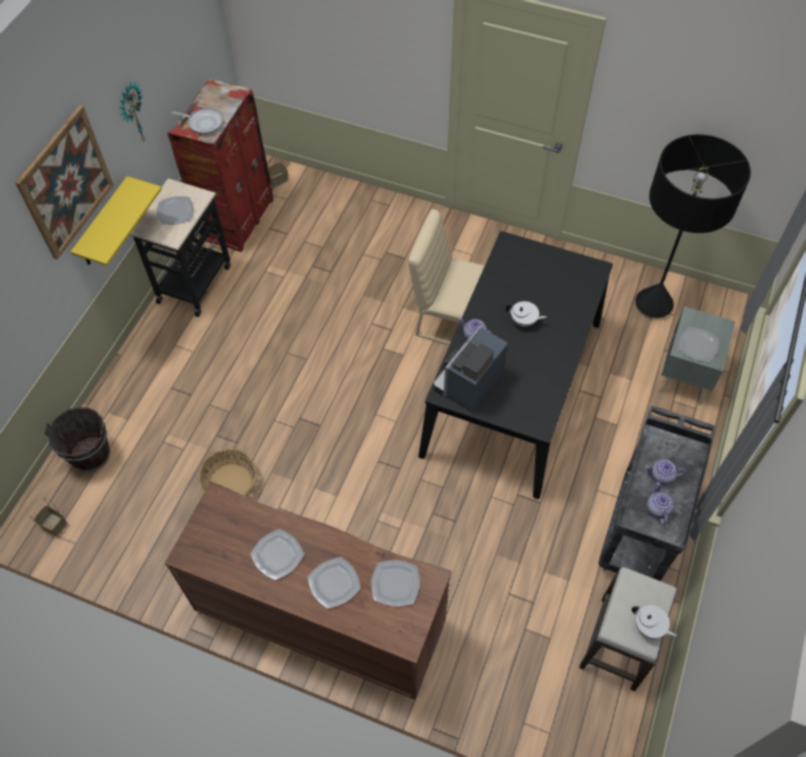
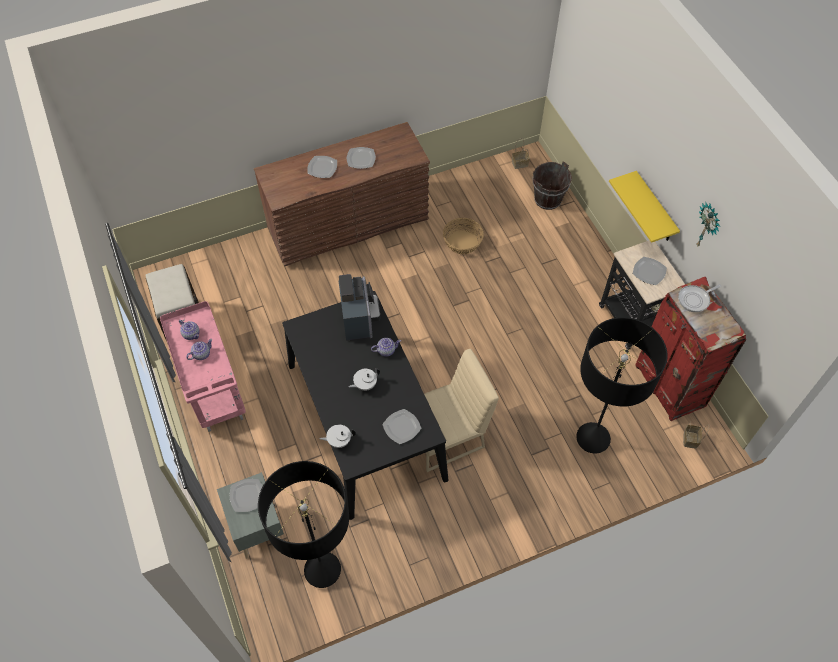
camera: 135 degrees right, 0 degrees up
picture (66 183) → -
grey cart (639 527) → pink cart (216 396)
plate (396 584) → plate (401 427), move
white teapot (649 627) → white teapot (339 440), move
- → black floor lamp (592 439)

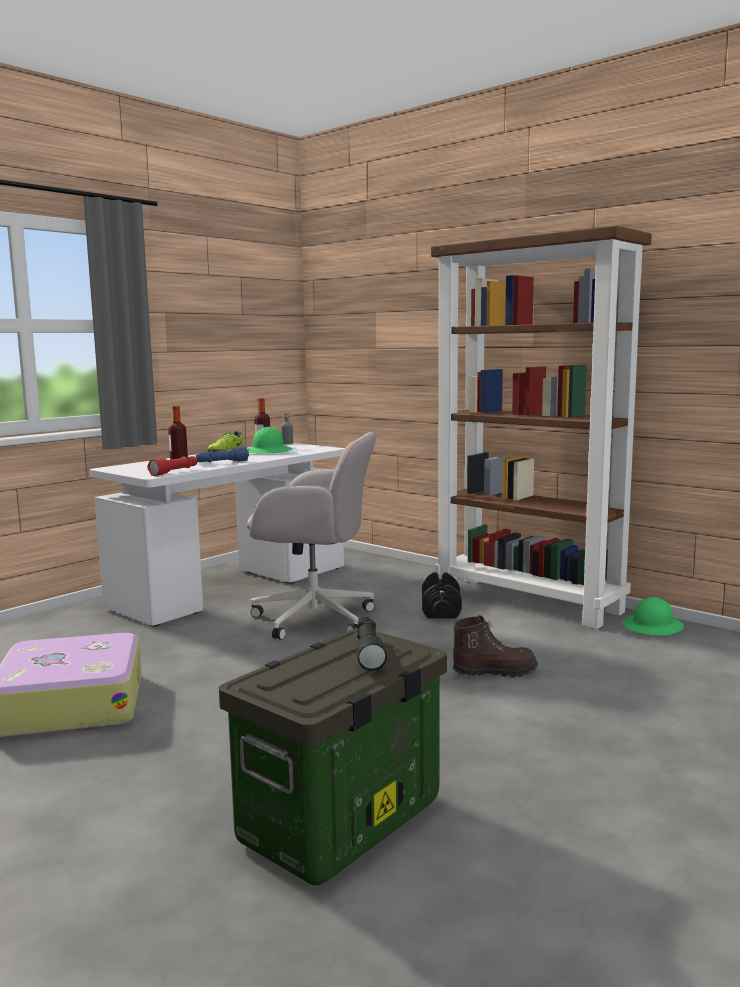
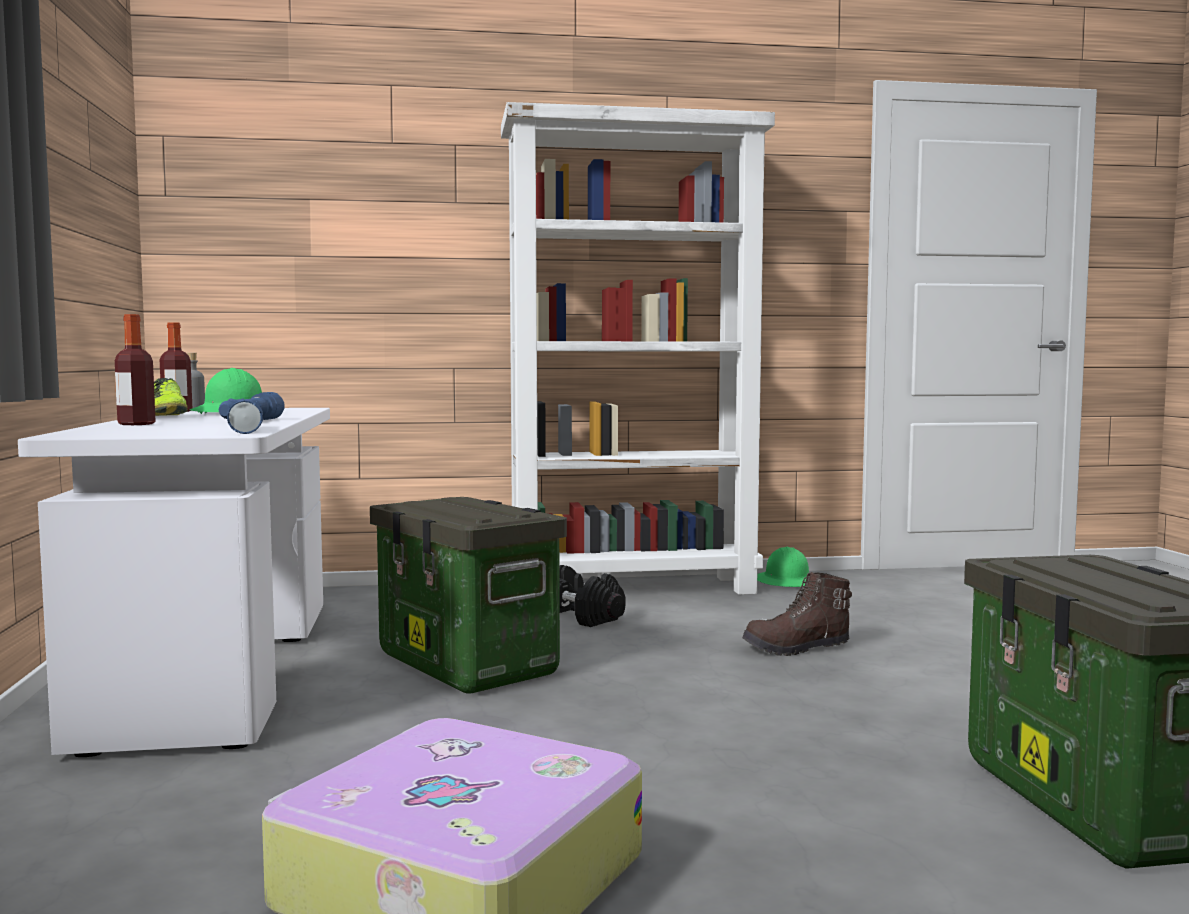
camera: 50 degrees left, 5 degrees down
brown bookcase (529 601) → white bookcase (633 588)
grey office chair (315 619) → storage box (469 664)
red flashlight (175 472) → blue flashlight (248 430)
brown boot (494 672) → brown boot (797 648), 135 degrees counterclockwise
black flashlight (368 652) → -

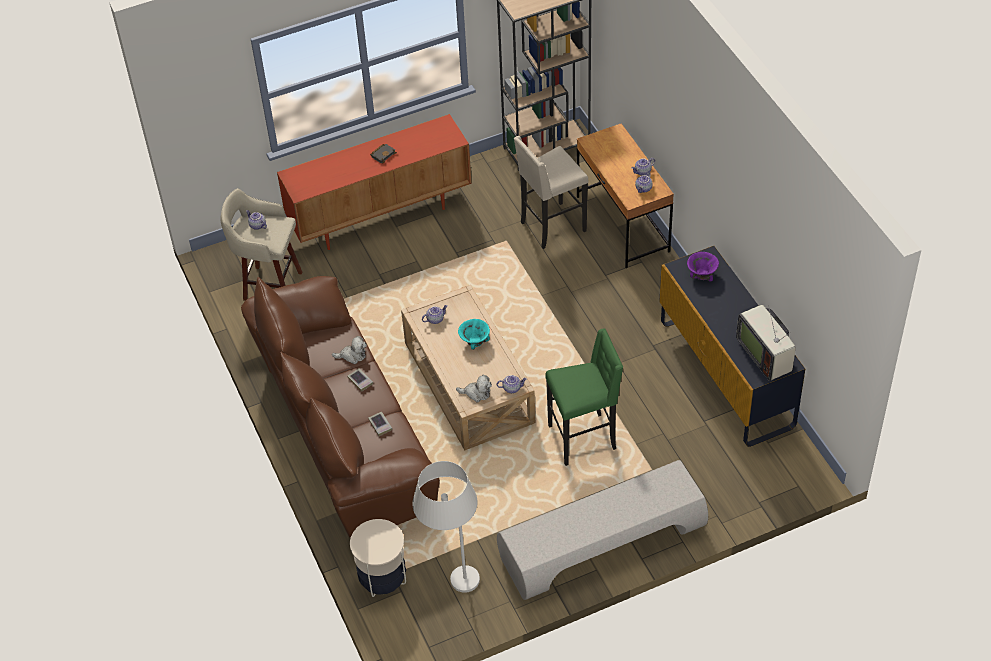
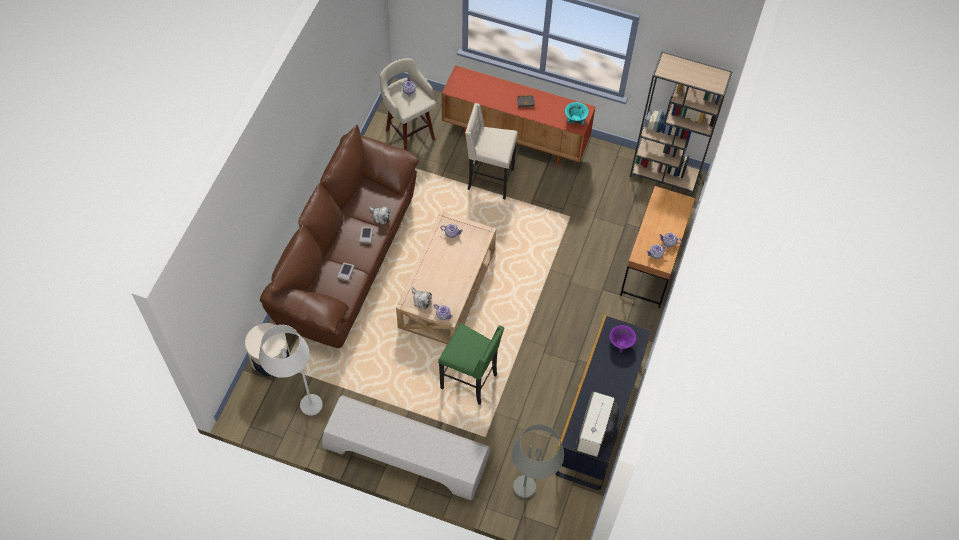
camera: 40 degrees right, 10 degrees up
beige stool (551 227) → beige stool (489 180), move
turquoise bowl (475 341) → turquoise bowl (575 119), move
- → grey floor lamp (530 498)

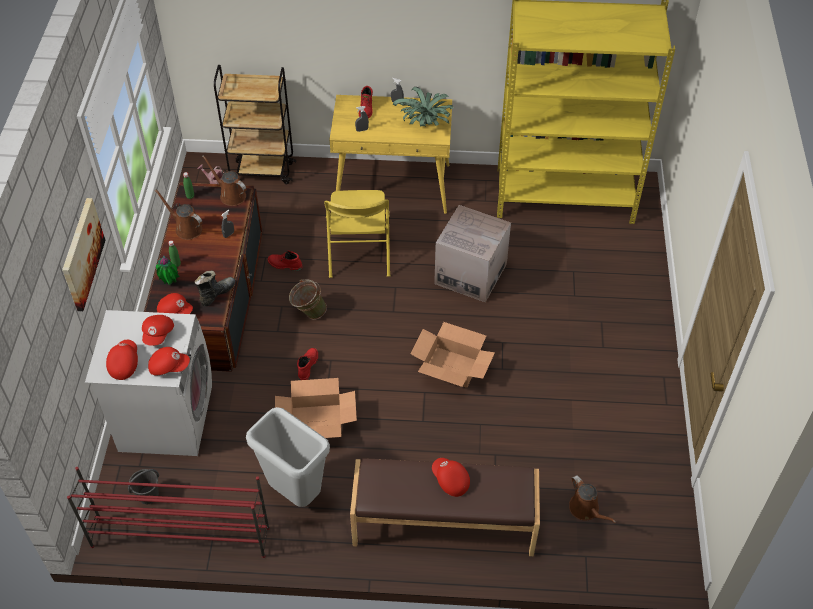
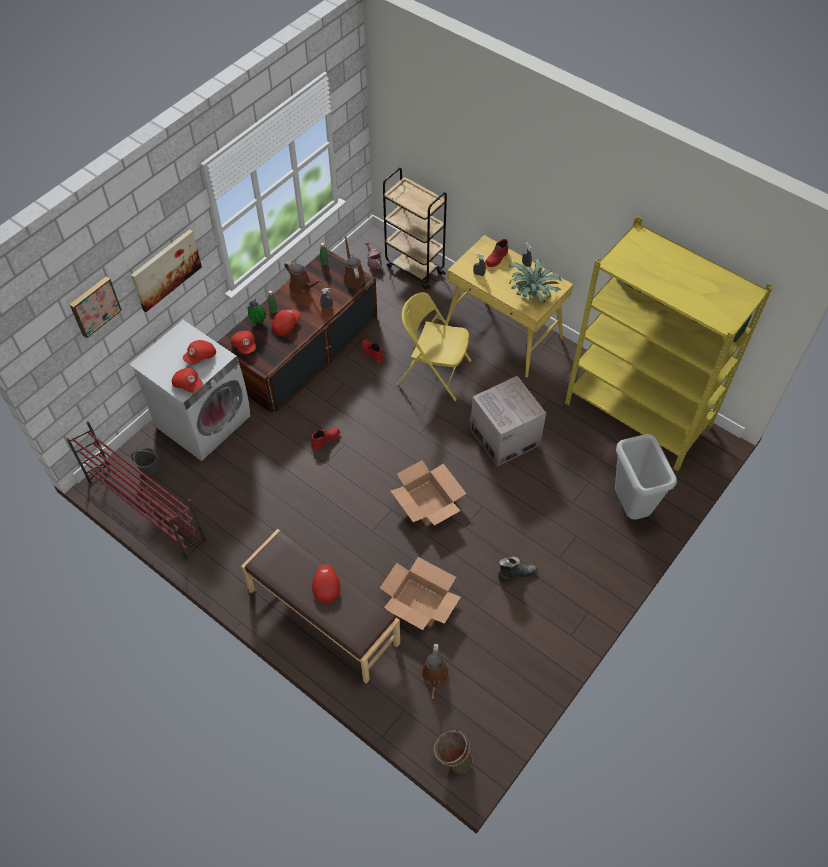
camera: 35 degrees right, 5 degrees up
brown watering can (186 228) → brown watering can (302 287), 150 degrees clockwise
yellow chair (359 252) → yellow chair (434 372), 75 degrees clockwise
black boot (217 294) → black boot (516 573), move
green bucket (308 313) → green bucket (452 758), move
red cap (124 363) → red cap (286 325), move
cardboard box (316 421) → cardboard box (420 601), move
grey trash can (294 494) → grey trash can (629 506), move
- → picture (94 306)

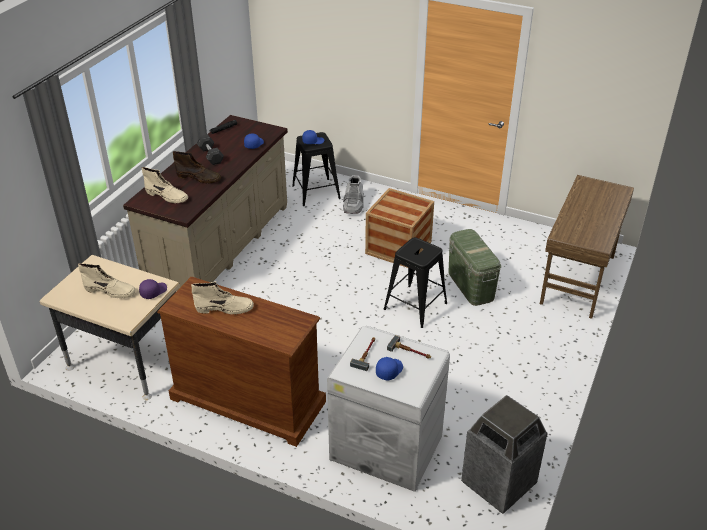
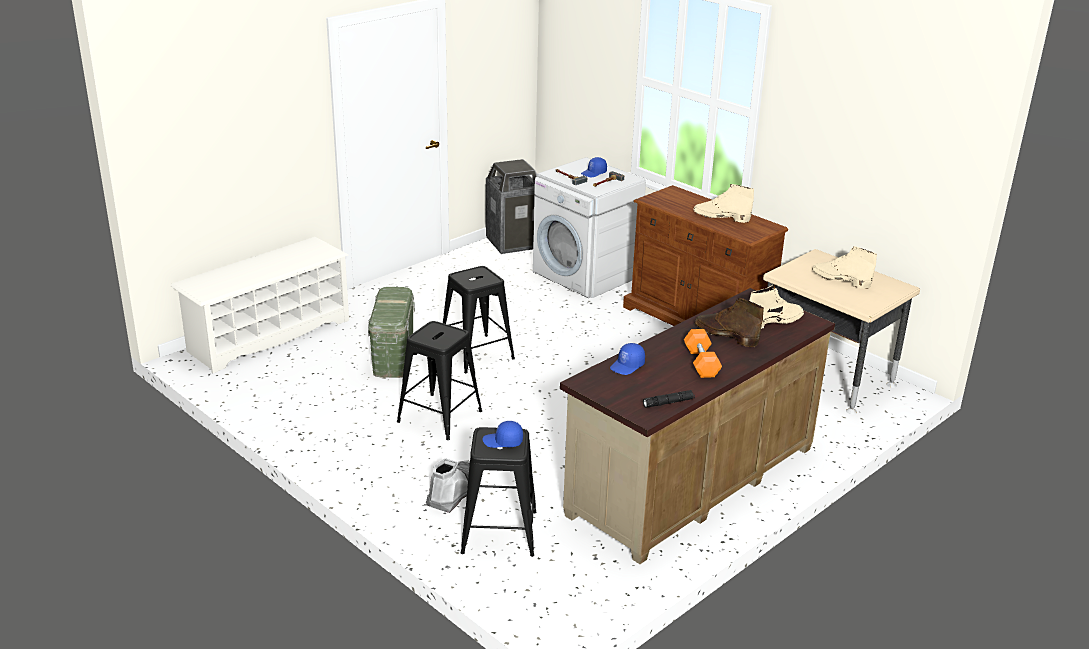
camera: 160 degrees left, 10 degrees down
grey dumbbell (210 155) → orange dumbbell (701 362)
beige boot (167 196) → beige boot (773 321), 105 degrees clockwise
brown console table (578 280) → white shoe rack (269 335)
crate (398 247) → black stool (439 416)
purple cap (153 291) → -

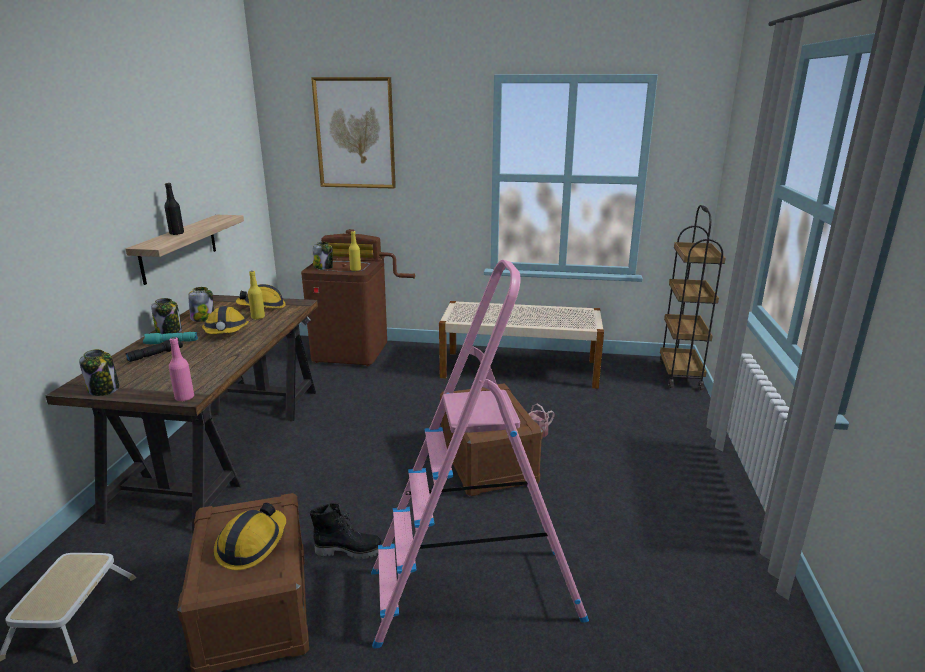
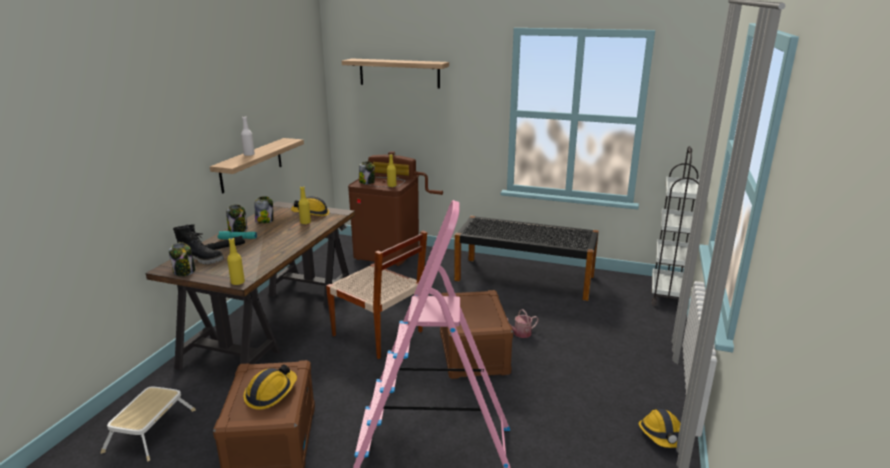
camera: 10 degrees right, 0 degrees up
picture (355 133) → shelf (399 73)
black bottle (176 233) → white bottle (249 154)
brown cart (680 375) → white cart (667 295)
beige bench (520 369) → black bench (524 278)
hard hat (226 331) → hard hat (662 435), move
pink bottle (184 398) → yellow bottle (237 282)
black boot (350 550) → black boot (202 260), move
- → chair (379 335)

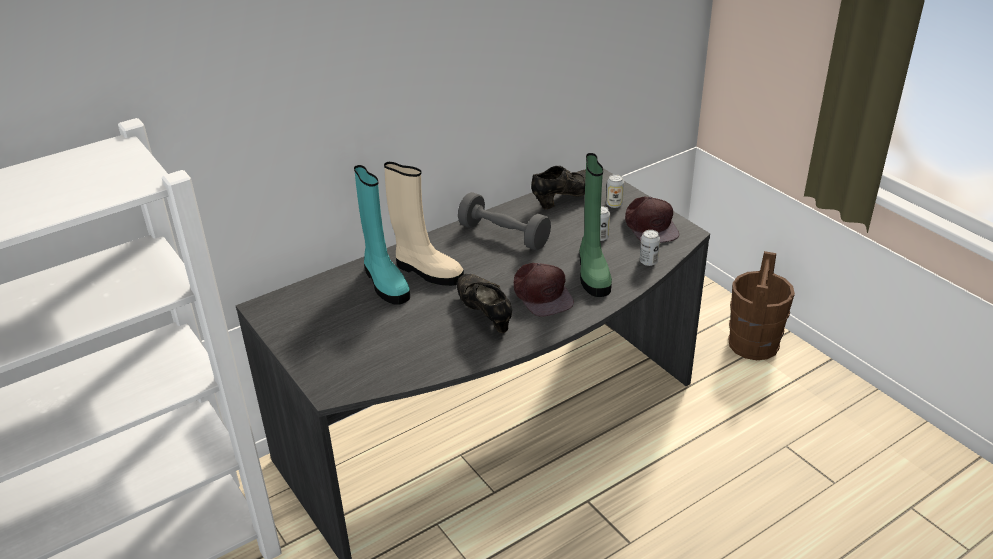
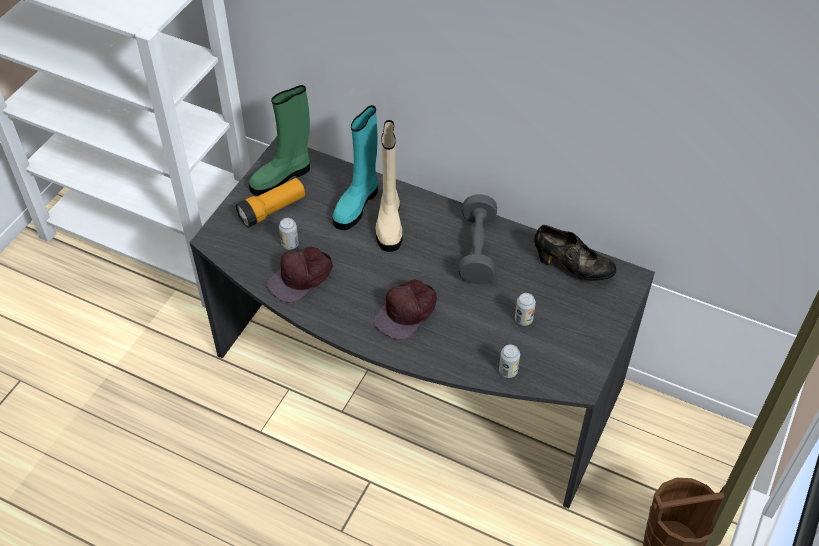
camera: 60 degrees right, 15 degrees up
green boot (592 273) → green boot (282 177), move
can (614 204) → can (290 244), move
brown cap (650 226) → brown cap (301 277), move
black shoe (485 314) → -
- → flashlight (272 210)

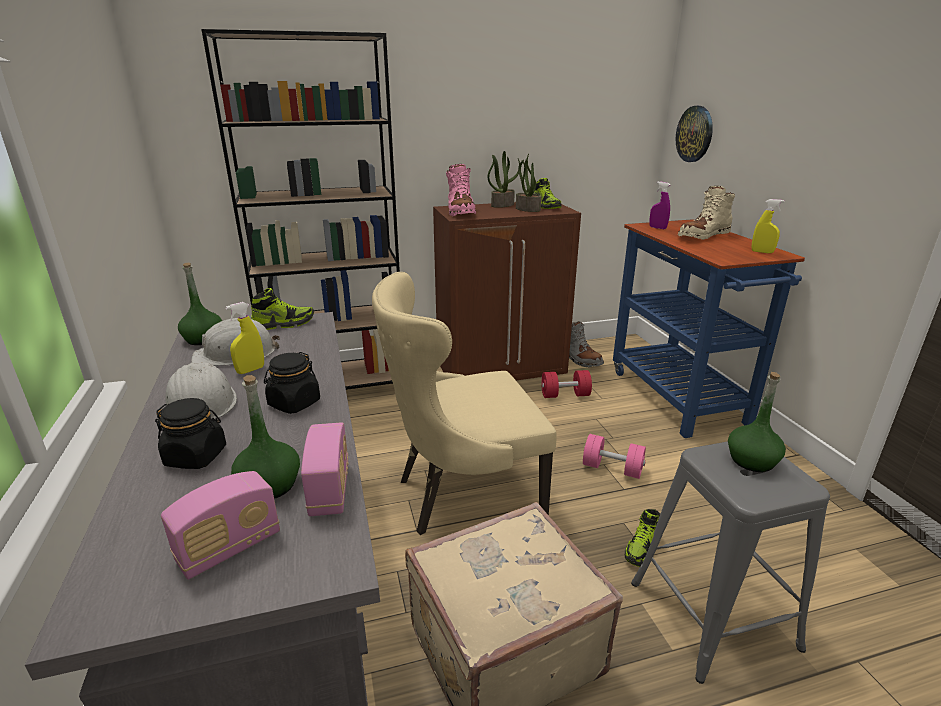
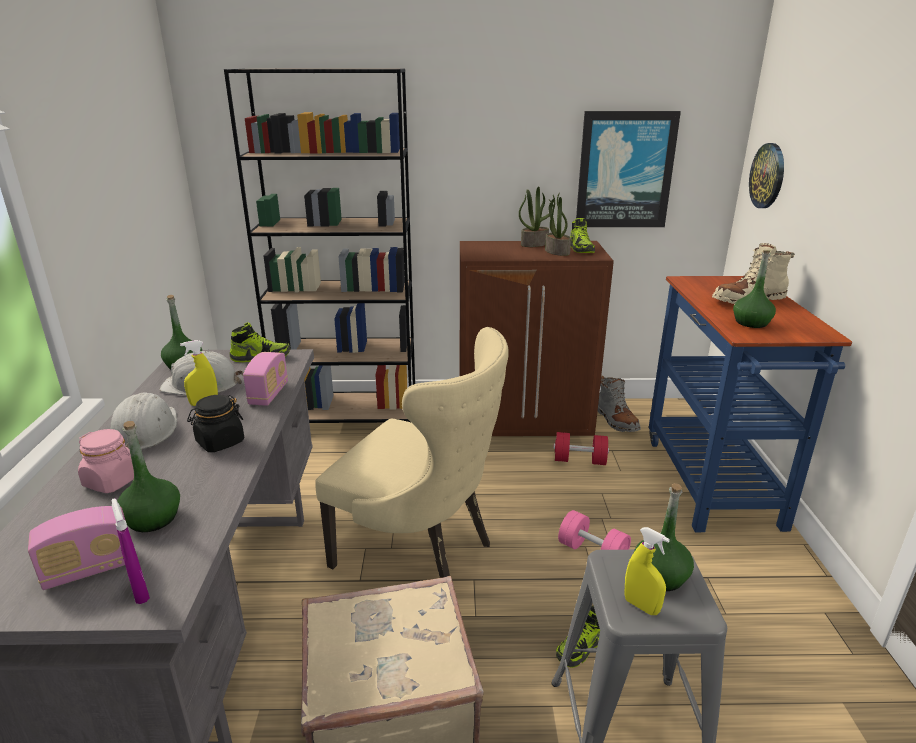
camera: 15 degrees right, 0 degrees up
pink boot (460 212) → -
purple spray bottle (657 228) → purple spray bottle (140 592), move
yellow spray bottle (762 252) → yellow spray bottle (641 606), move
beige chair (462 494) → beige chair (420 552), 150 degrees counterclockwise
black jar (196 456) → pink jar (113 481)
radio (330 490) → radio (269 394), move
- → picture (625 170)
- → green bottle (751 322)

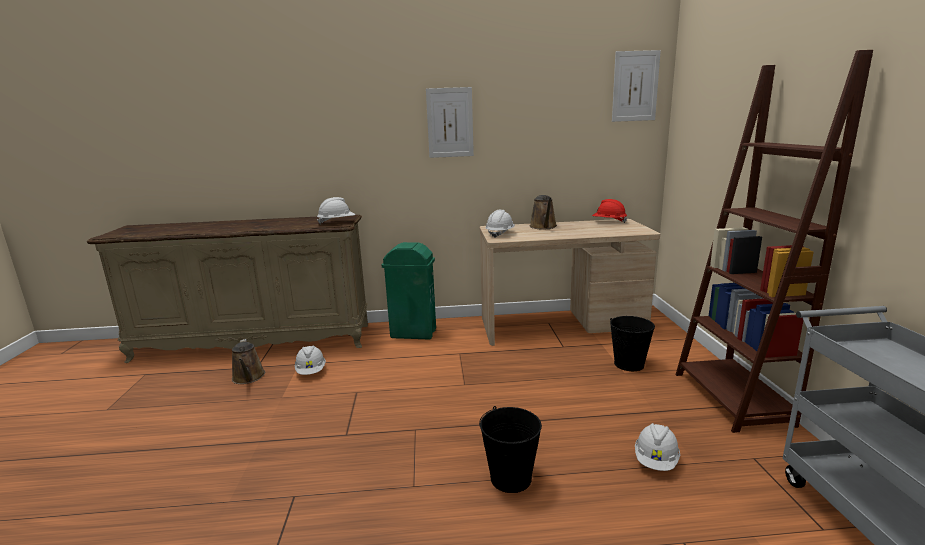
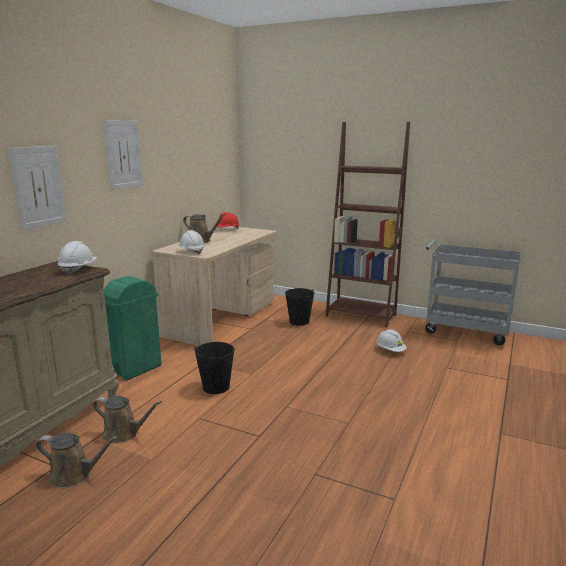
camera: 60 degrees left, 0 degrees up
picture (635 86) → picture (38 187), move
white hard hat (311 371) → brown watering can (124 434)
black bucket (511 478) → black bucket (216 387), move

